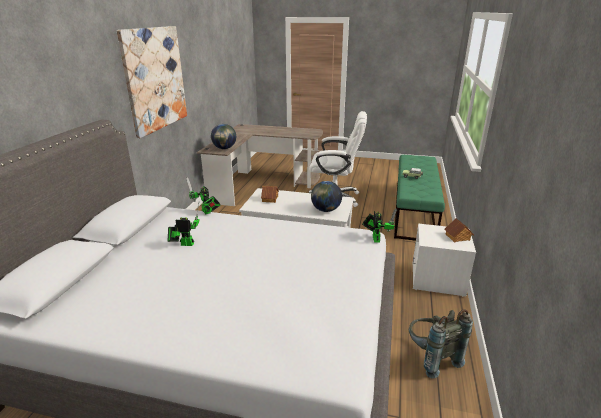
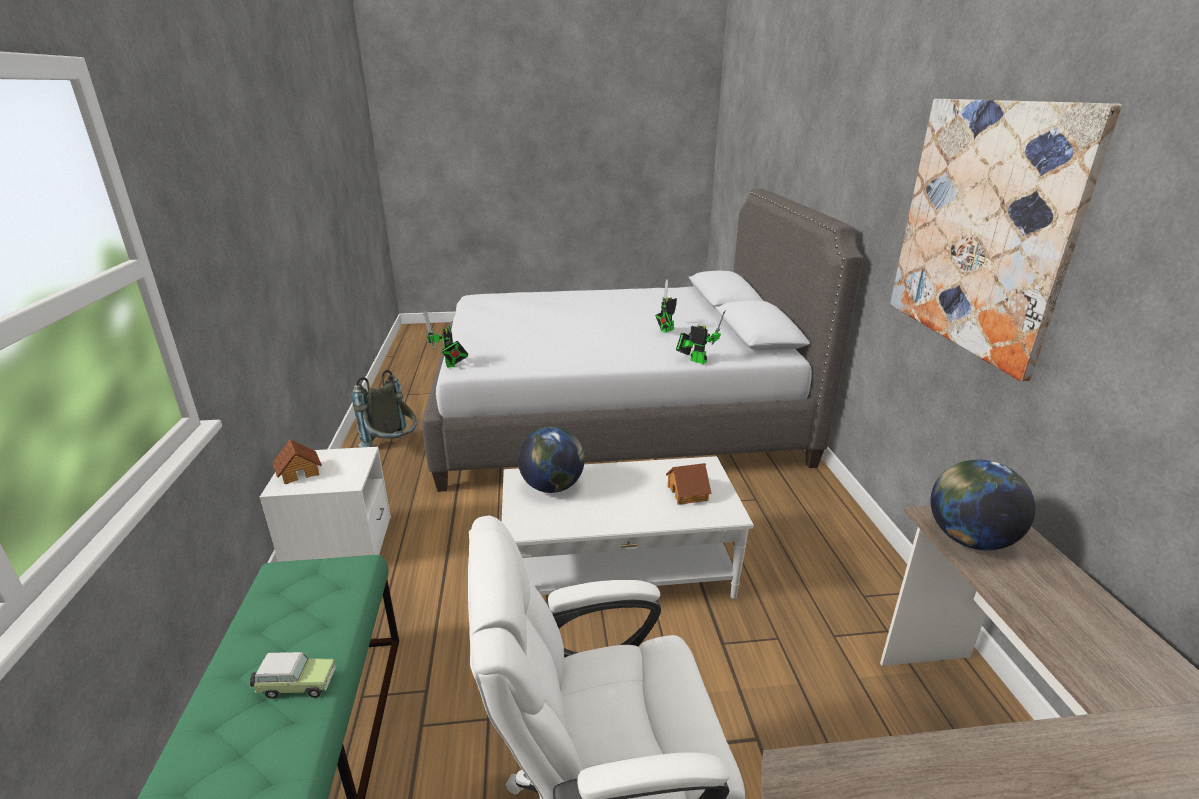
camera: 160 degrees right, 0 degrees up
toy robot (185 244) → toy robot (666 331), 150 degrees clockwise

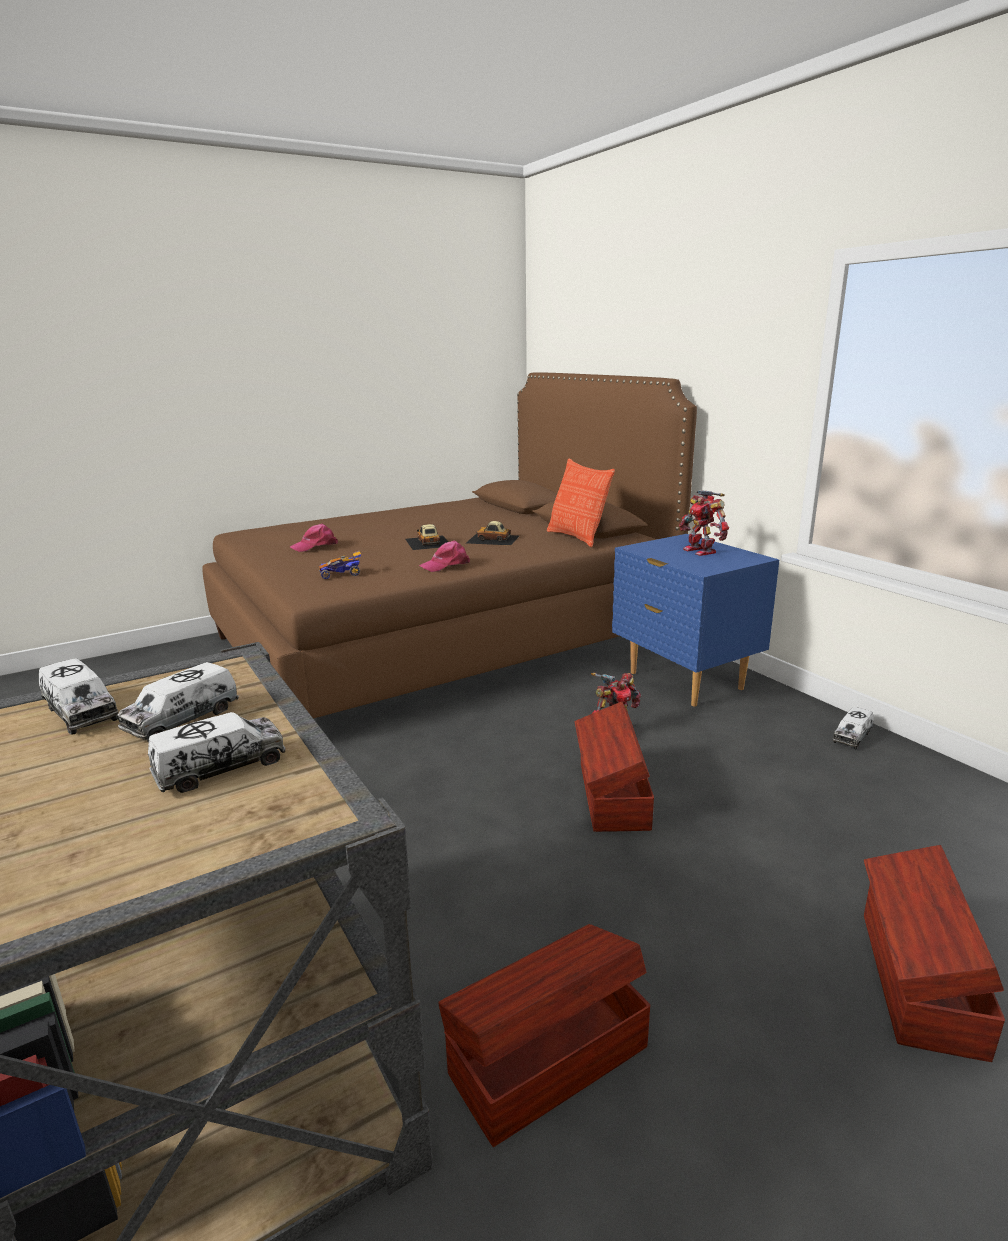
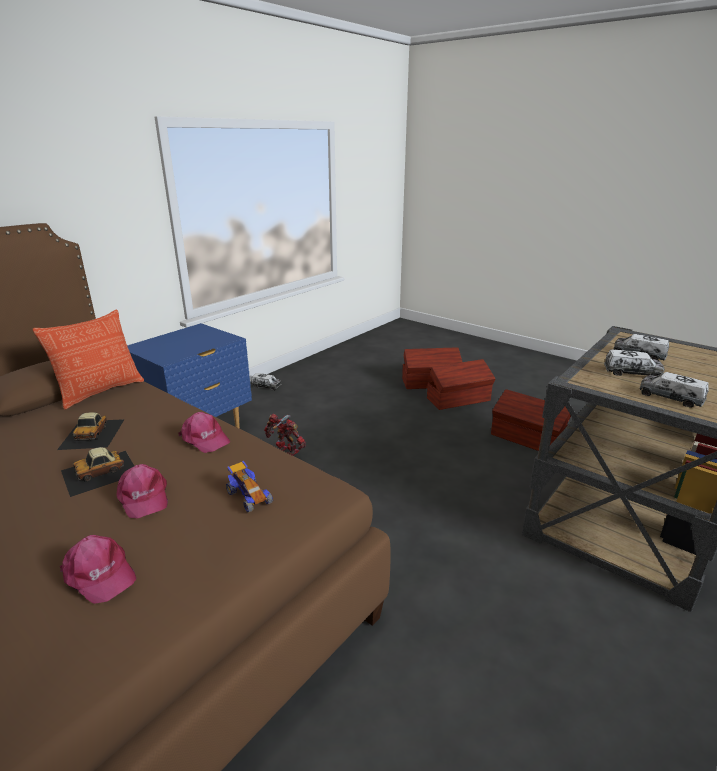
camera: 110 degrees left, 5 degrees up
toy robot (701 551) → -
toy truck (80 712) → toy truck (670 397), 75 degrees counterclockwise
brown storage box (611 796) → brown storage box (459 399), move
- → pink cap (143 497)

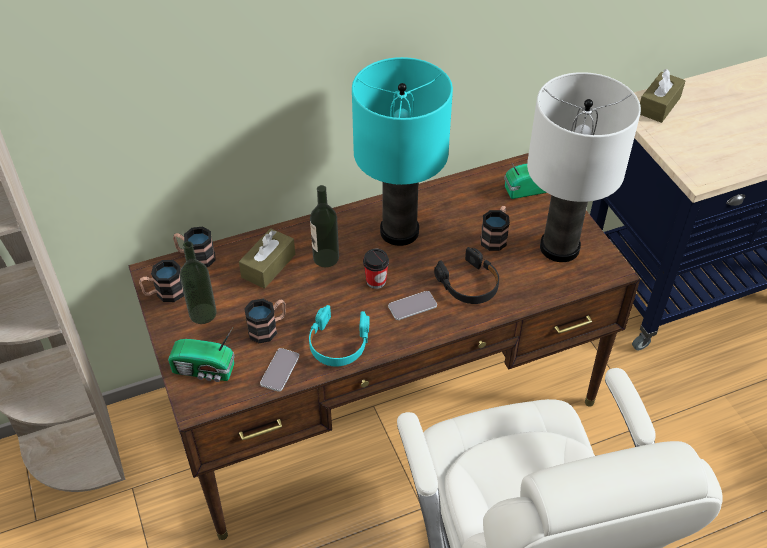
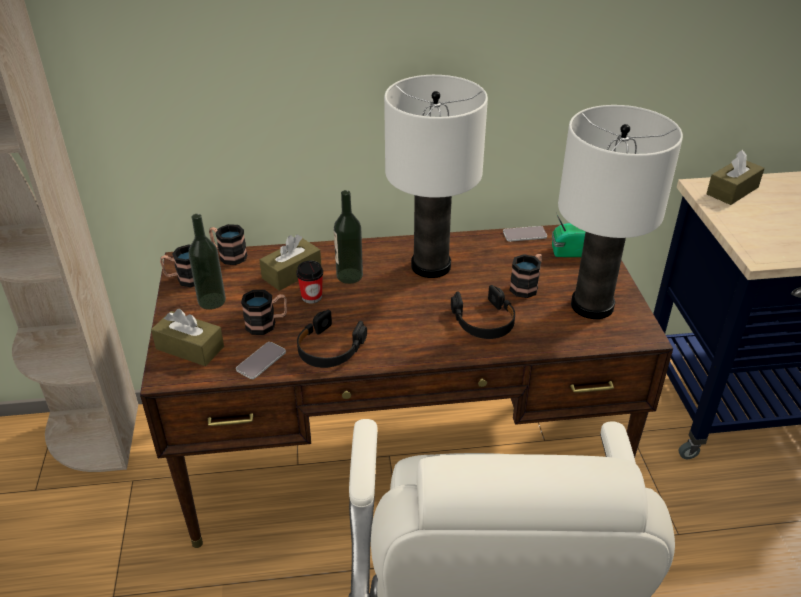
camera: 15 degrees right, 10 degrees down
turquoise table lamp (400 232) → white table lamp (431 266)
cup (376 281) → cup (311 297), move
phone (412 306) → phone (524 234), move
turquoise headphones (338 343) → black headphones (329 348)
radio (205 370) → brown tissue box (190 348)

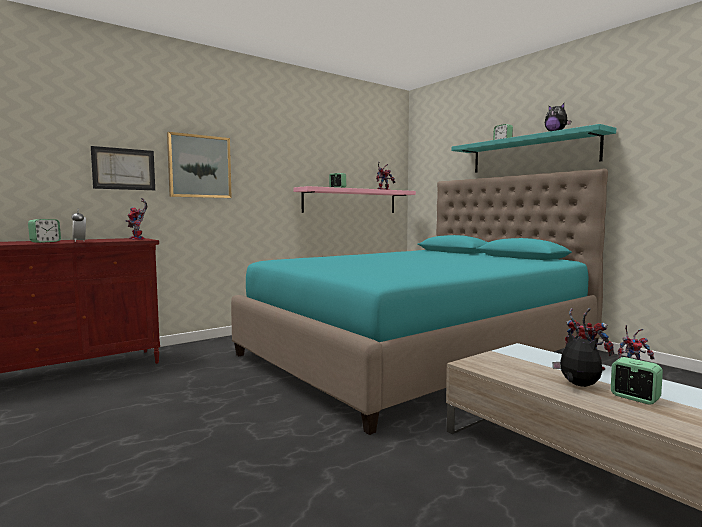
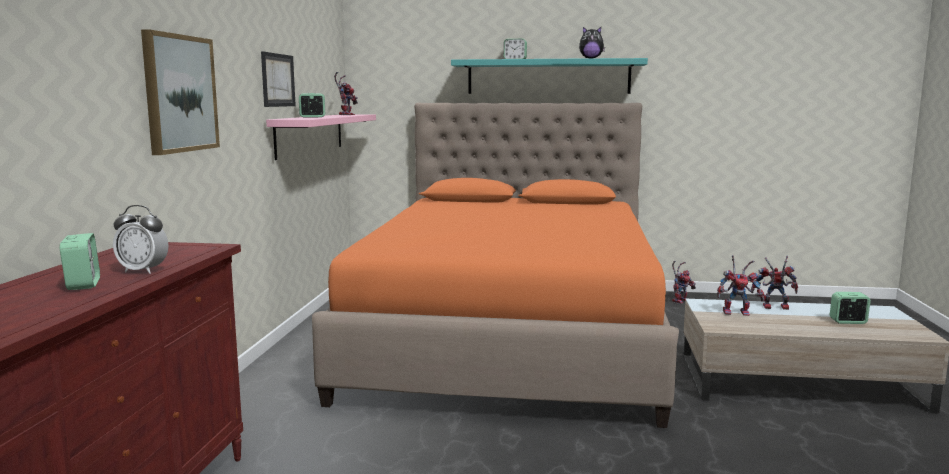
camera: 45 degrees left, 5 degrees up
picture (124 169) → picture (277 80), move
turquoise bed (419 352) → orange bed (511 335)
toy robot (138 239) → toy robot (738 312), move
plush toy (577 385) → -

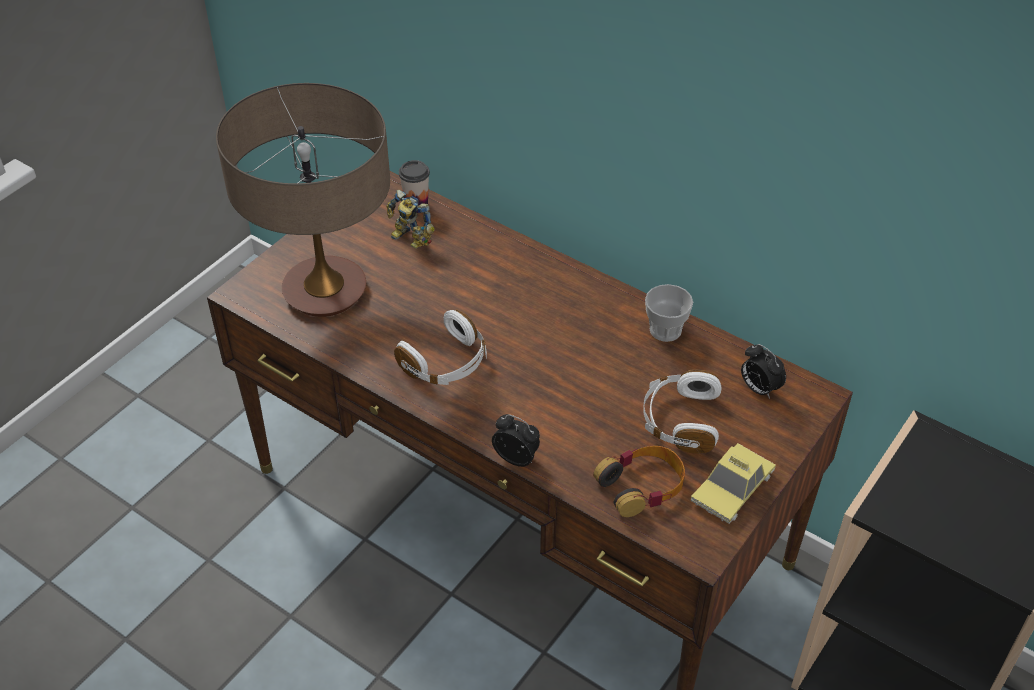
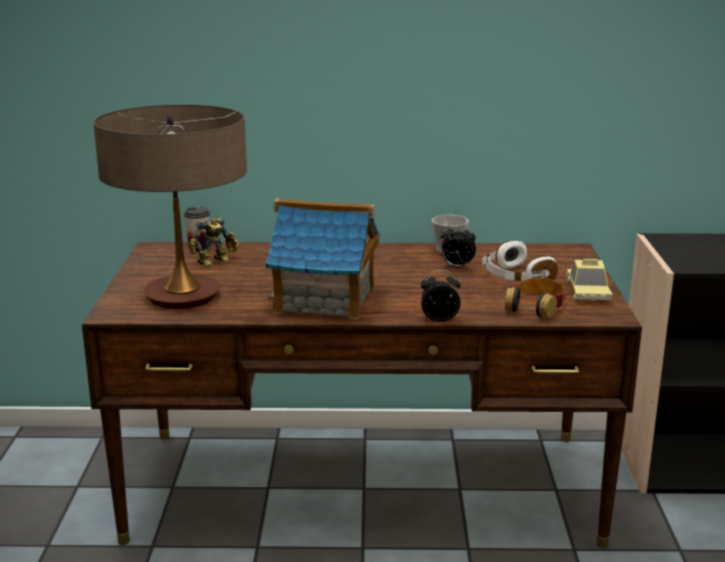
camera: 35 degrees left, 25 degrees down
toy robot (409 240) → toy robot (215 262), 45 degrees counterclockwise
white headphones (446 363) → toy house (325 299)
alarm clock (758 388) → alarm clock (457 267), move

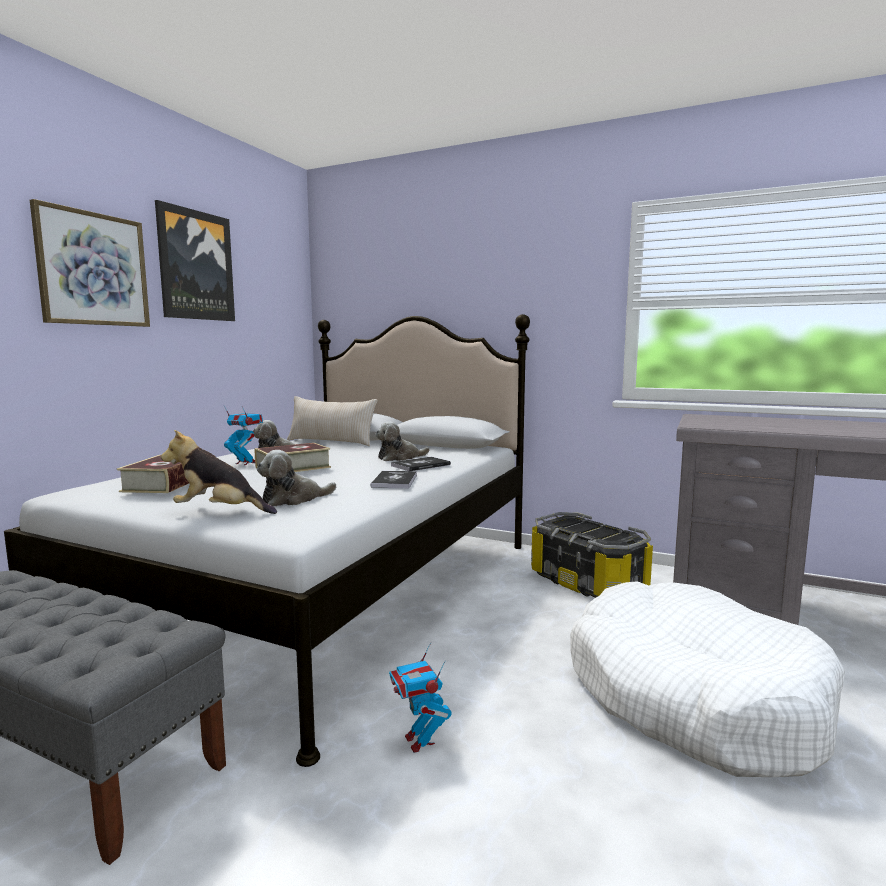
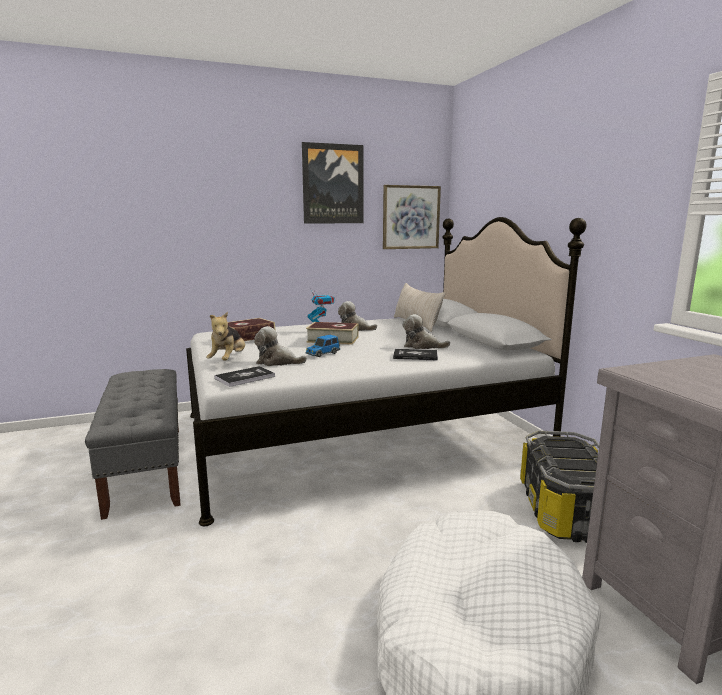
camera: 45 degrees right, 5 degrees up
picture (93 269) → picture (411 217), move
plush toy (219 512) → plush toy (228 360), 135 degrees counterclockwise
book (394 481) → book (245 377), move
toy robot (419 741) → -
- → toy car (322 354)

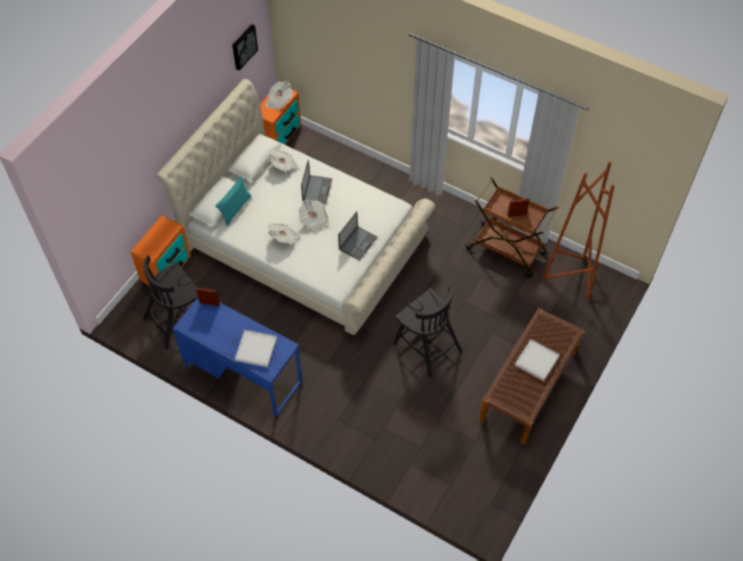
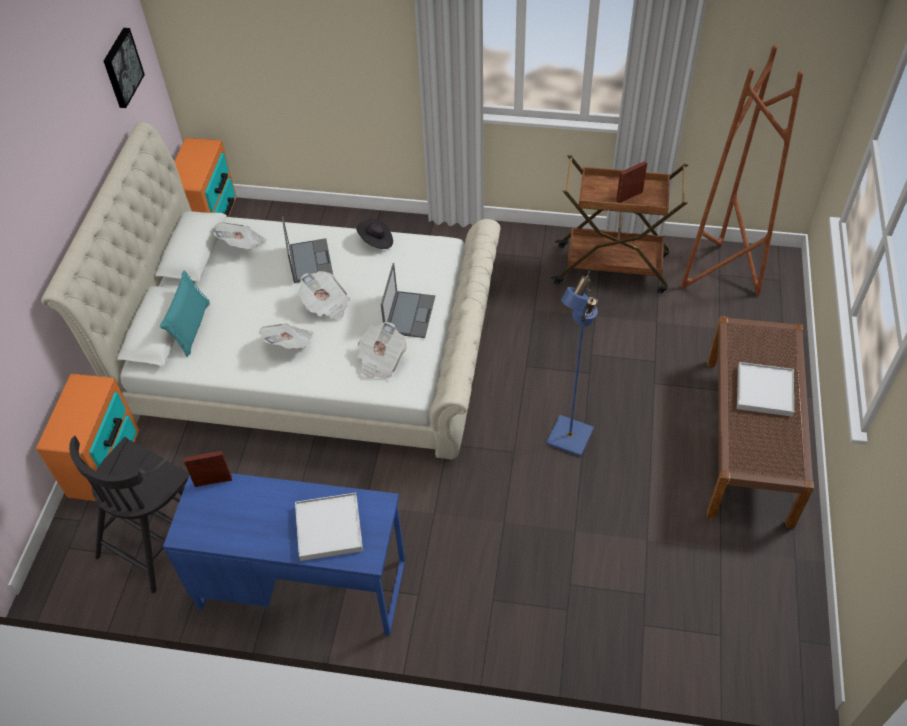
camera: 20 degrees left, 5 degrees down
newspaper (279 101) → newspaper (380 361), move
black chair (426 346) → blue floor lamp (570 436)
- → black hat (376 241)

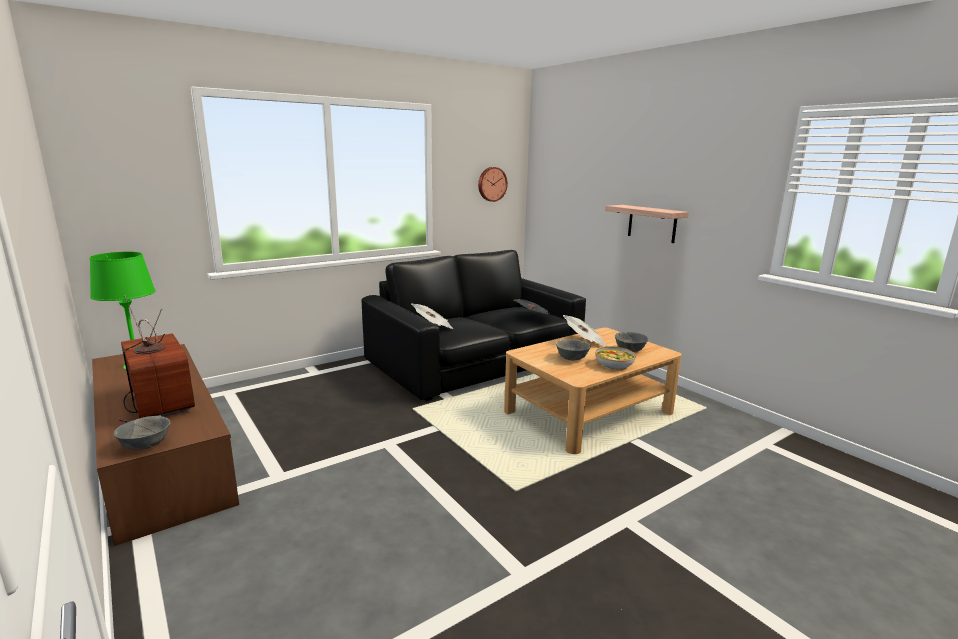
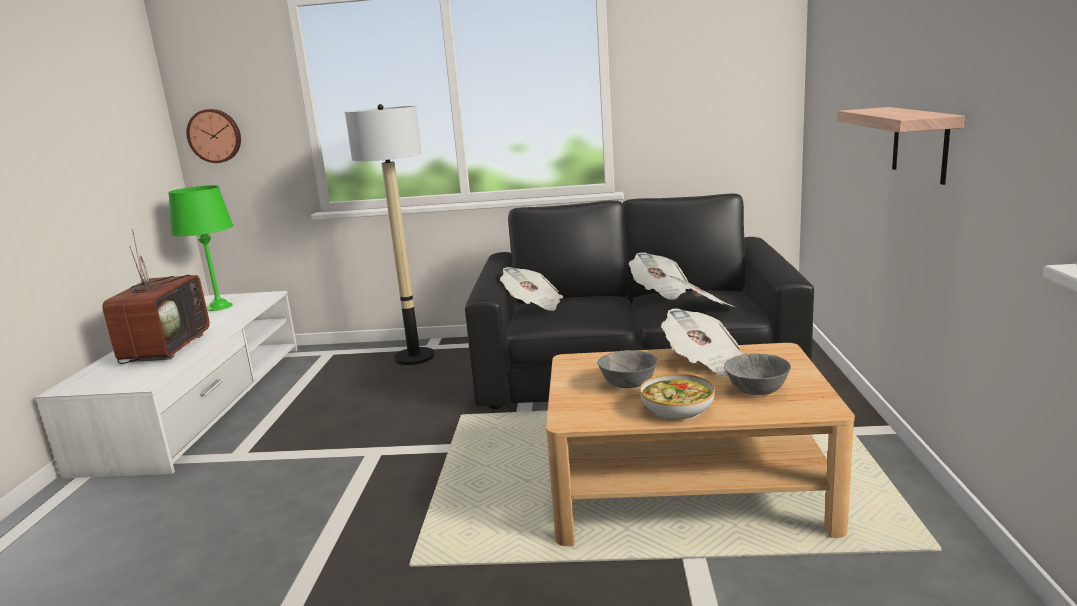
camera: 40 degrees right, 0 degrees up
wall clock (491 184) → wall clock (215 136), move
brown tv stand (161 453) → white tv stand (200 402)
grey bowl (145 445) → -
- → floor lamp (414 357)
- → newspaper (660 291)

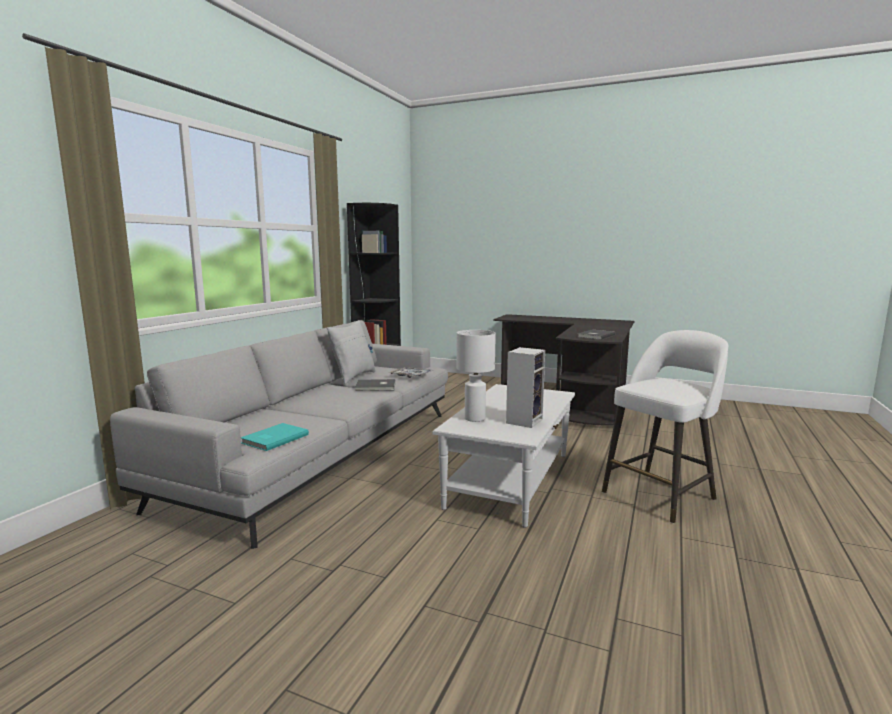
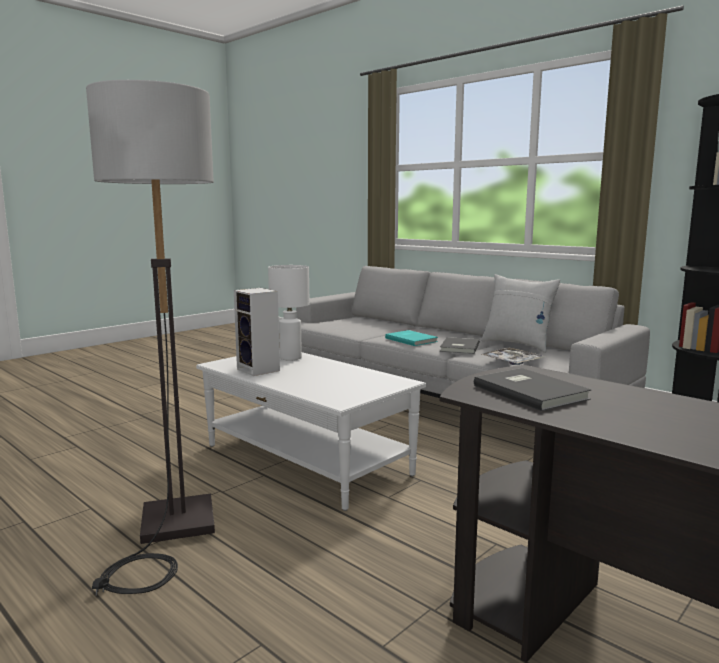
camera: 110 degrees right, 0 degrees up
white stool (660 494) → floor lamp (167 537)
turquoise book (273 438) → turquoise book (411 339), move

